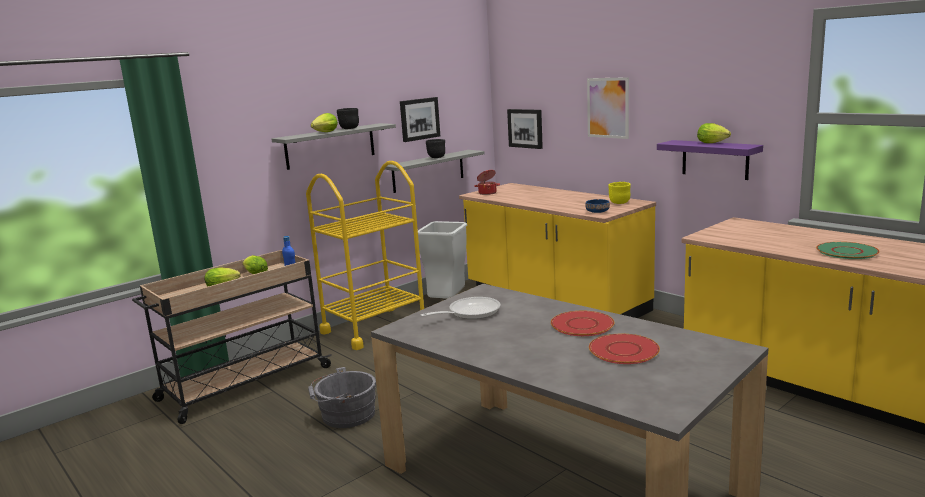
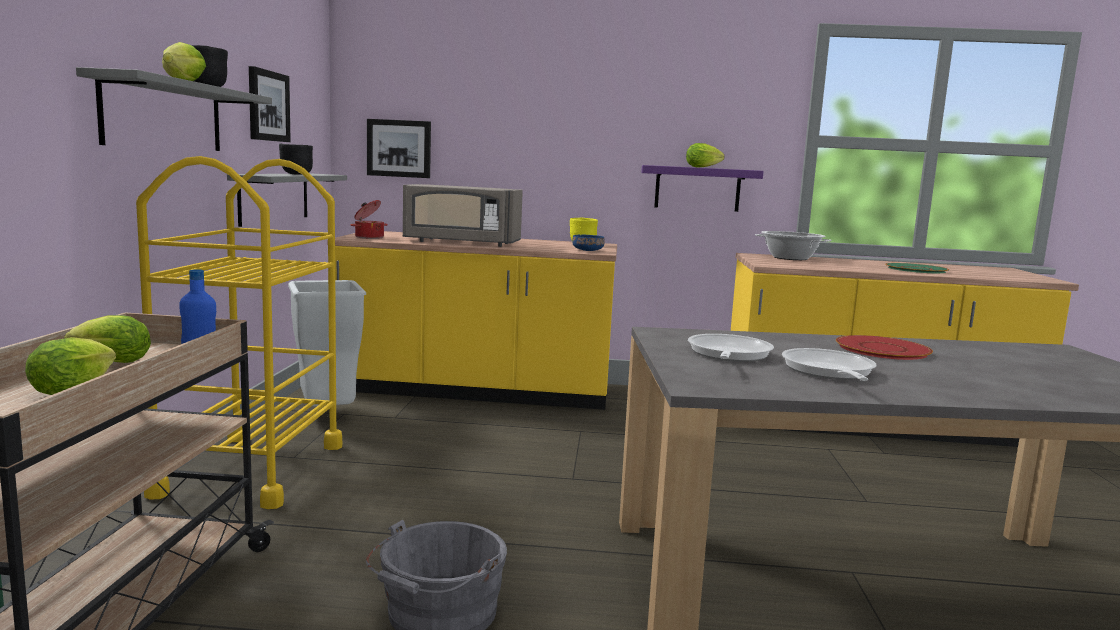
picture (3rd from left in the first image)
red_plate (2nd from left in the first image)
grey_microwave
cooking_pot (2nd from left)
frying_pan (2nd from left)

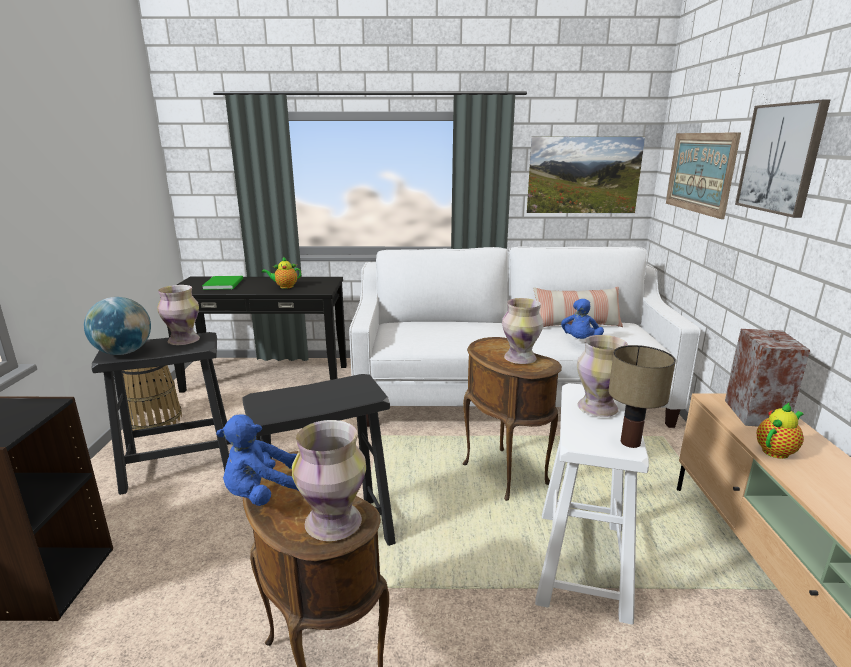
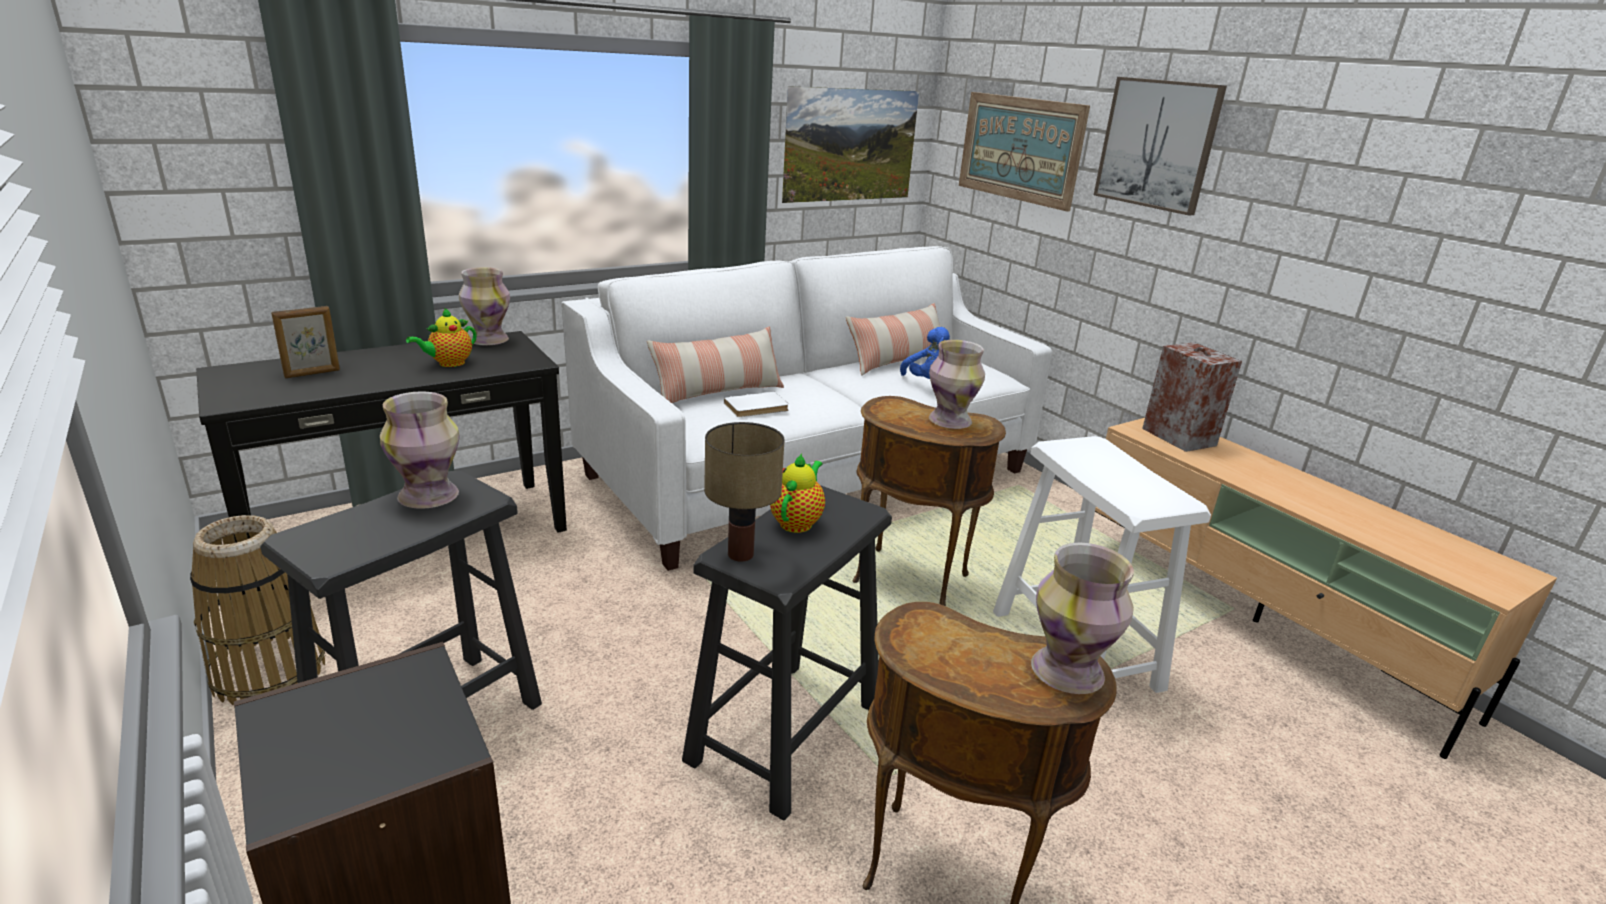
picture_frame
globe
vase (2nd from left)
table_lamp
teapot (2nd from left)
blue_plush_toy (1st from left in the first image)
pillow (1st from left)
white_book

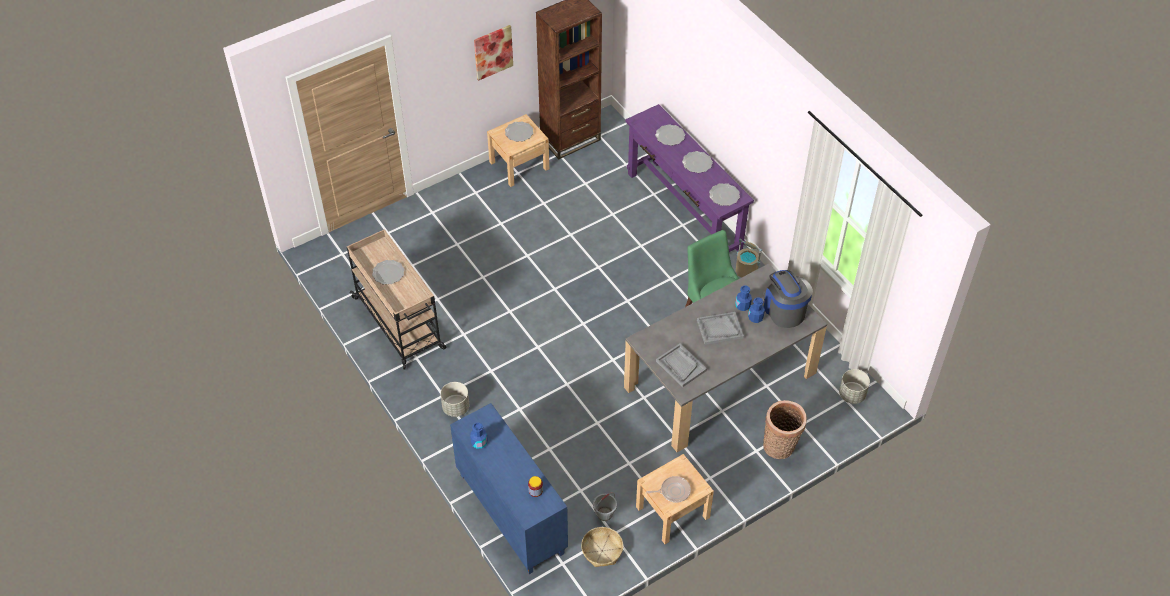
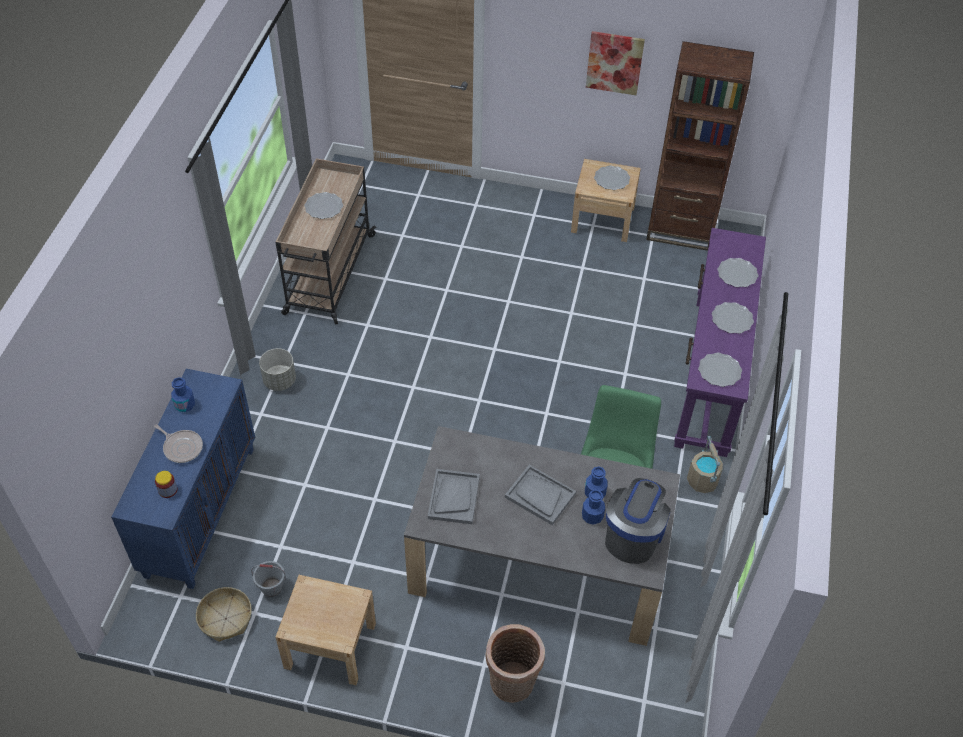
grey_planter (2nd from left in the first image)
frying_pan

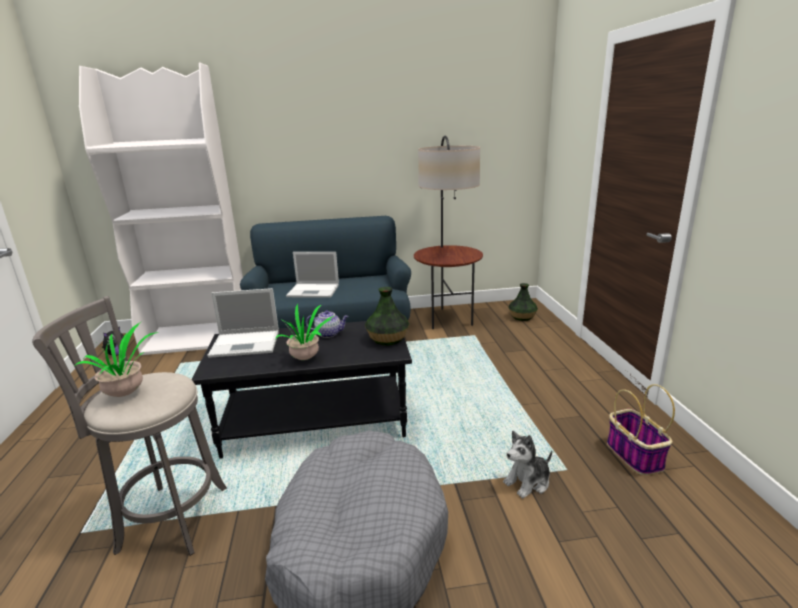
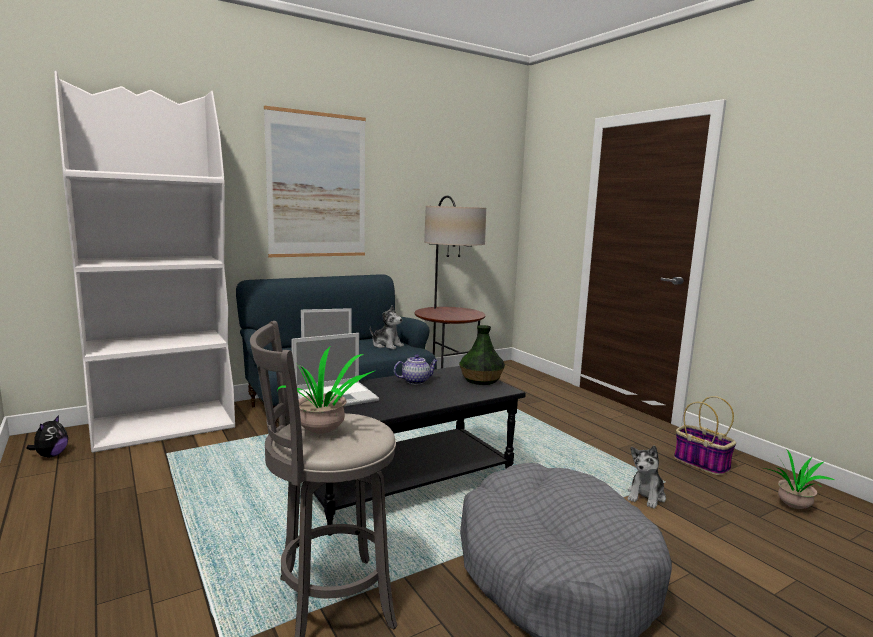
vase (2nd from left in the first image)
potted_plant (2nd from left)
picture
plush_toy (2nd from left)

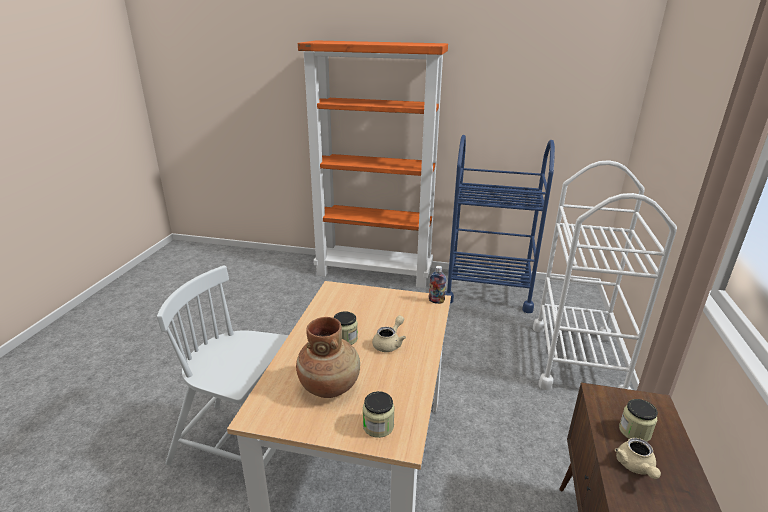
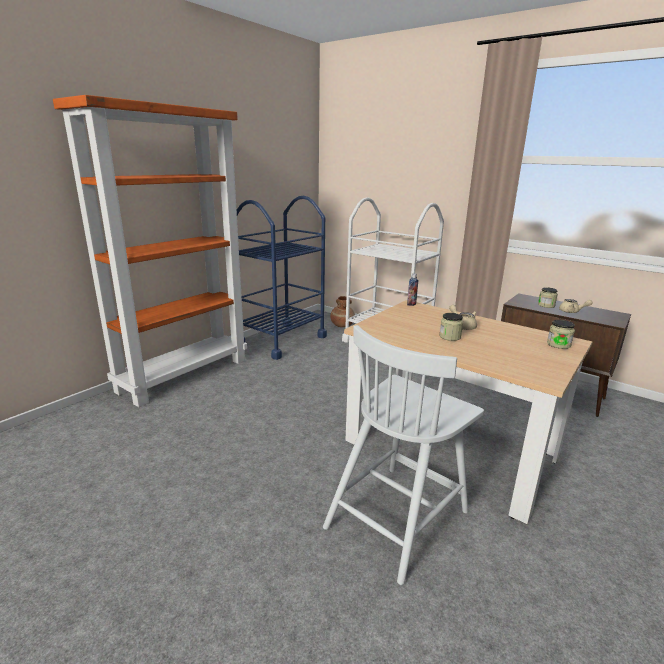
brown_vase

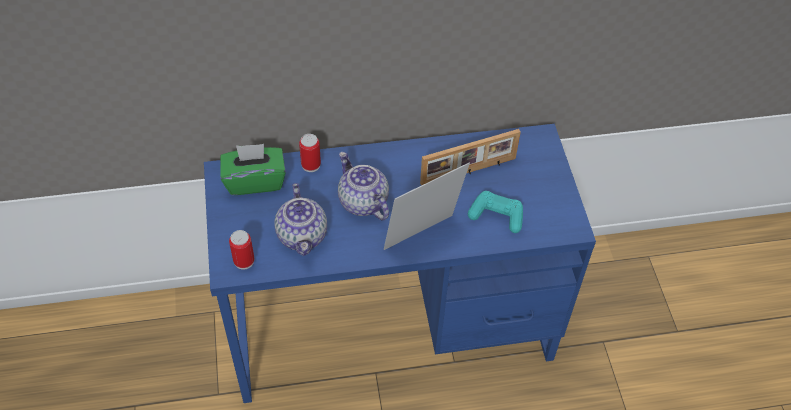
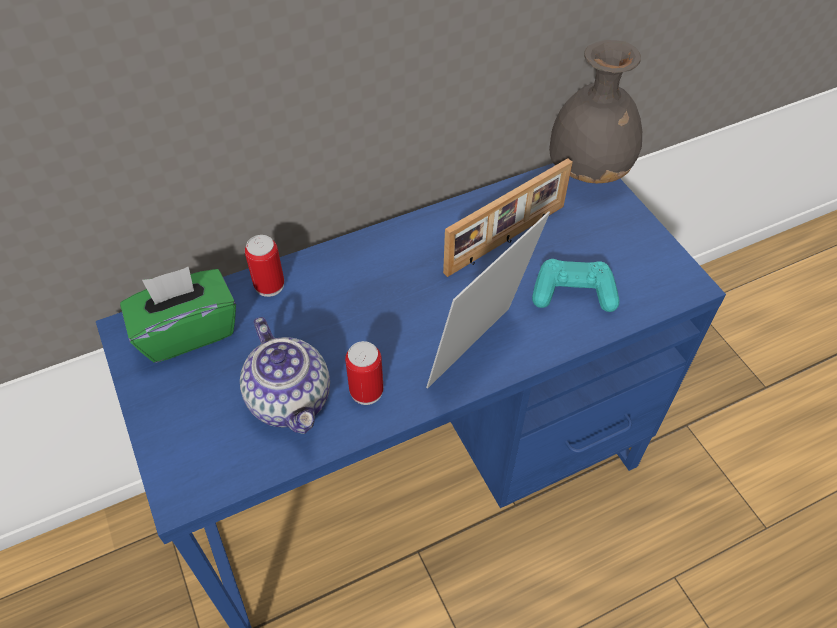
teapot (2nd from left in the first image)
can (2nd from left)
grey_vase

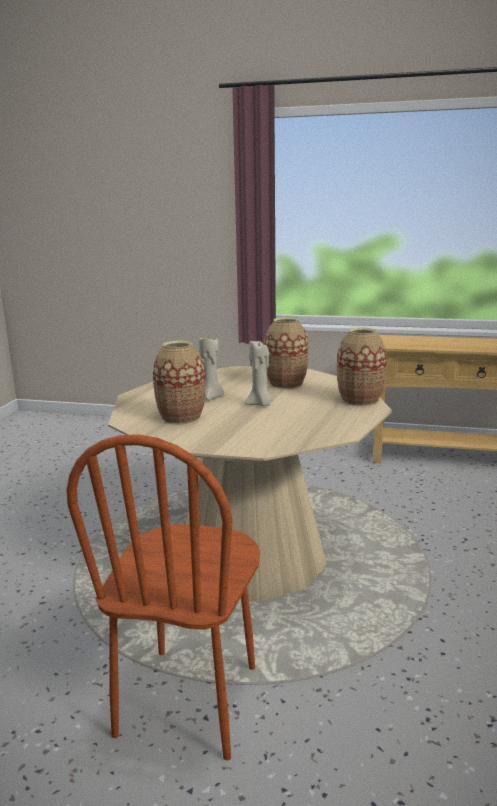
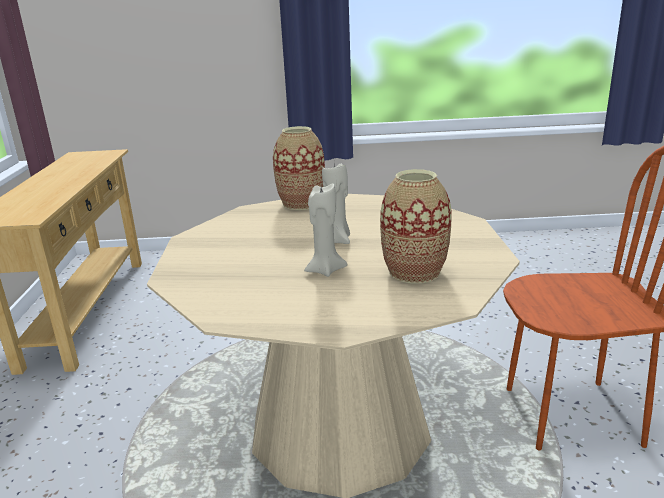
vase (2nd from left in the first image)

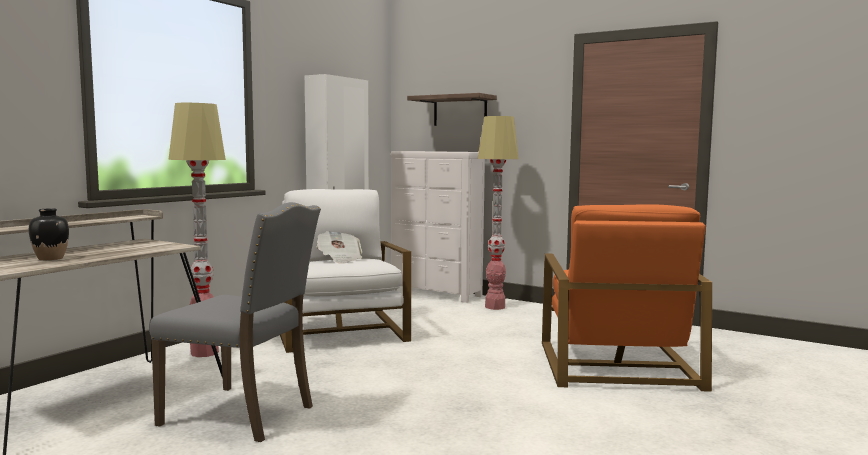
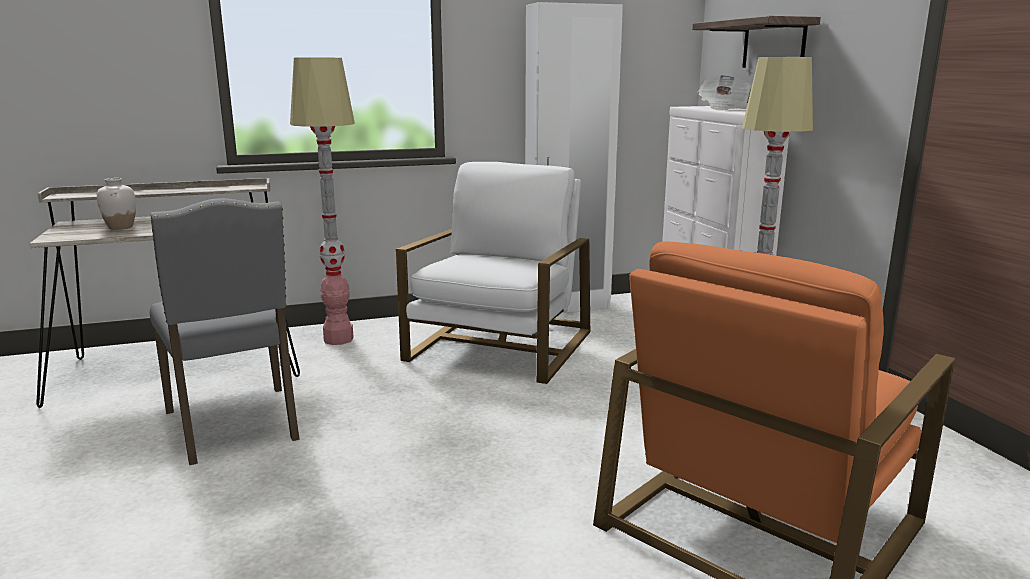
white_vase
newspaper

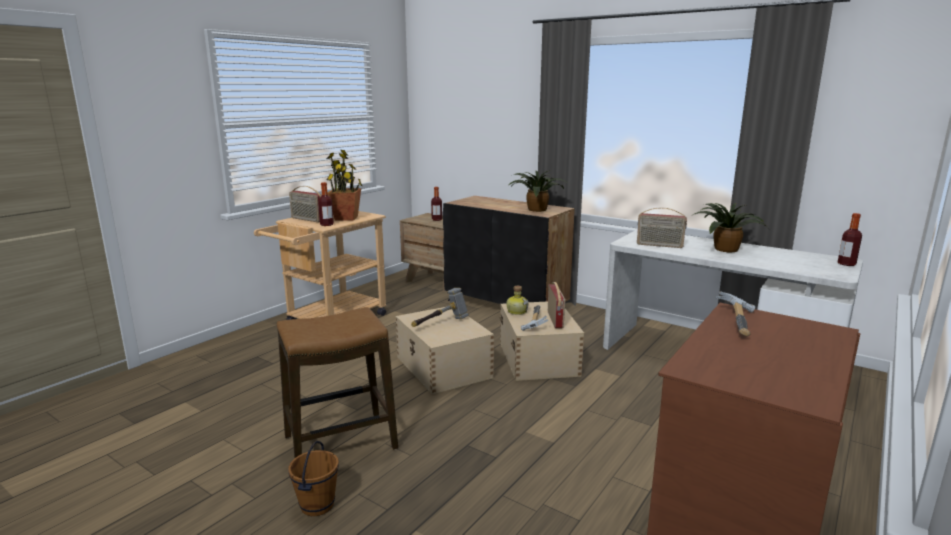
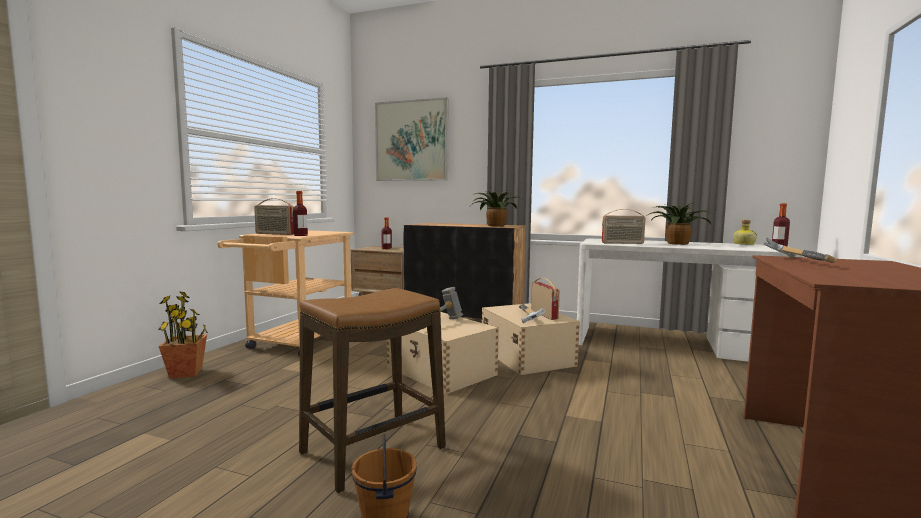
potted_plant (1st from left)
bottle (3rd from left)
picture

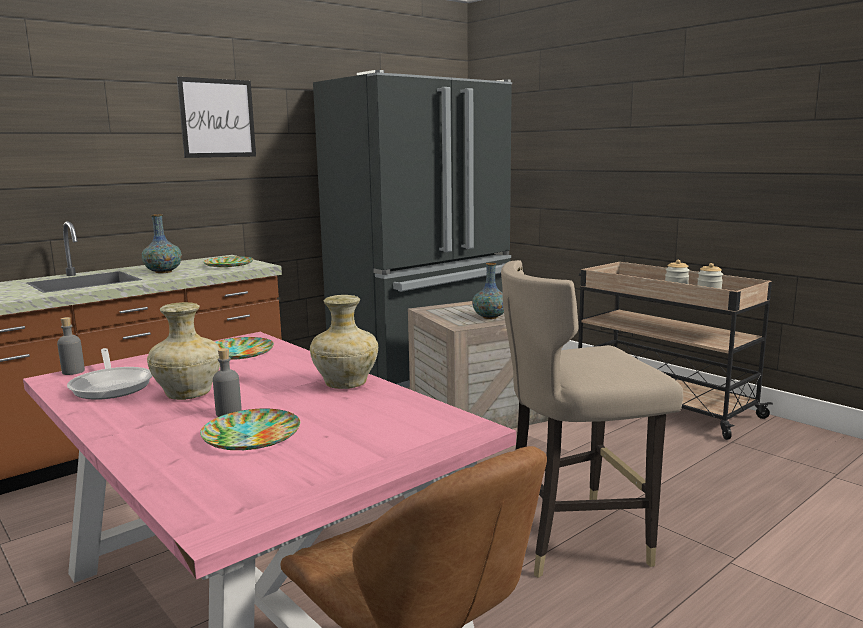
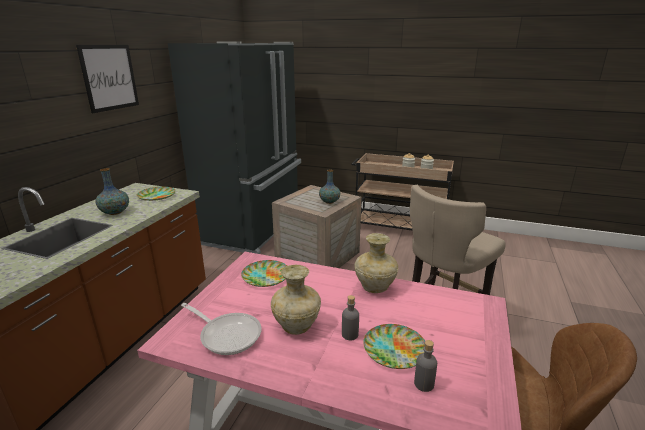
grey_bottle (2nd from left)

